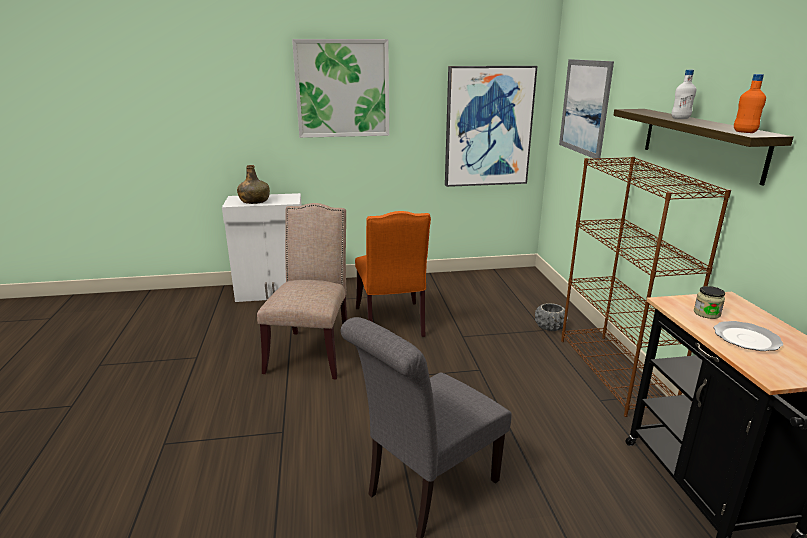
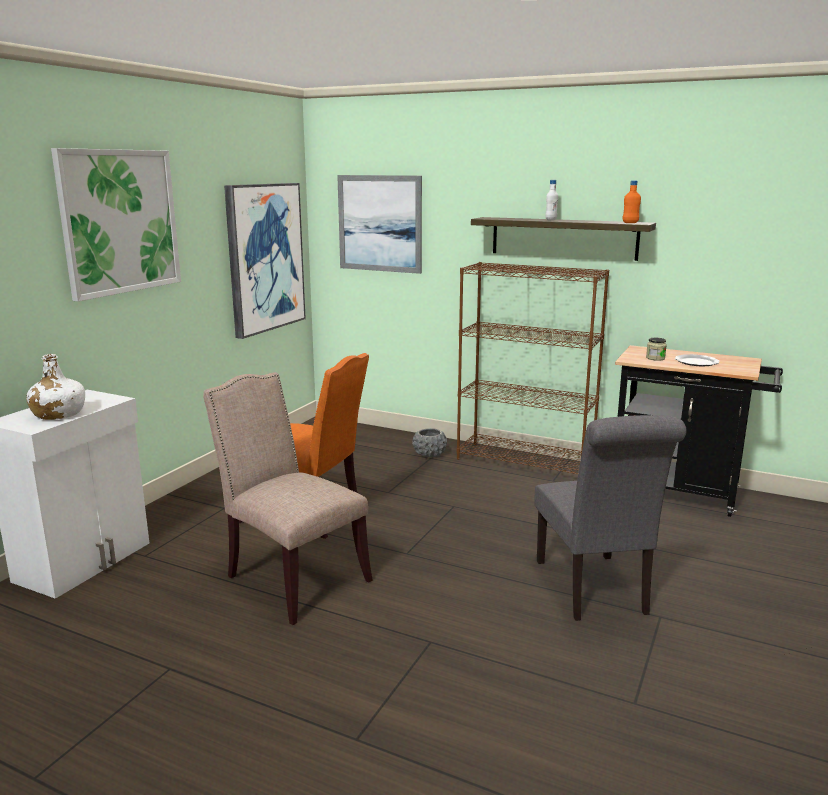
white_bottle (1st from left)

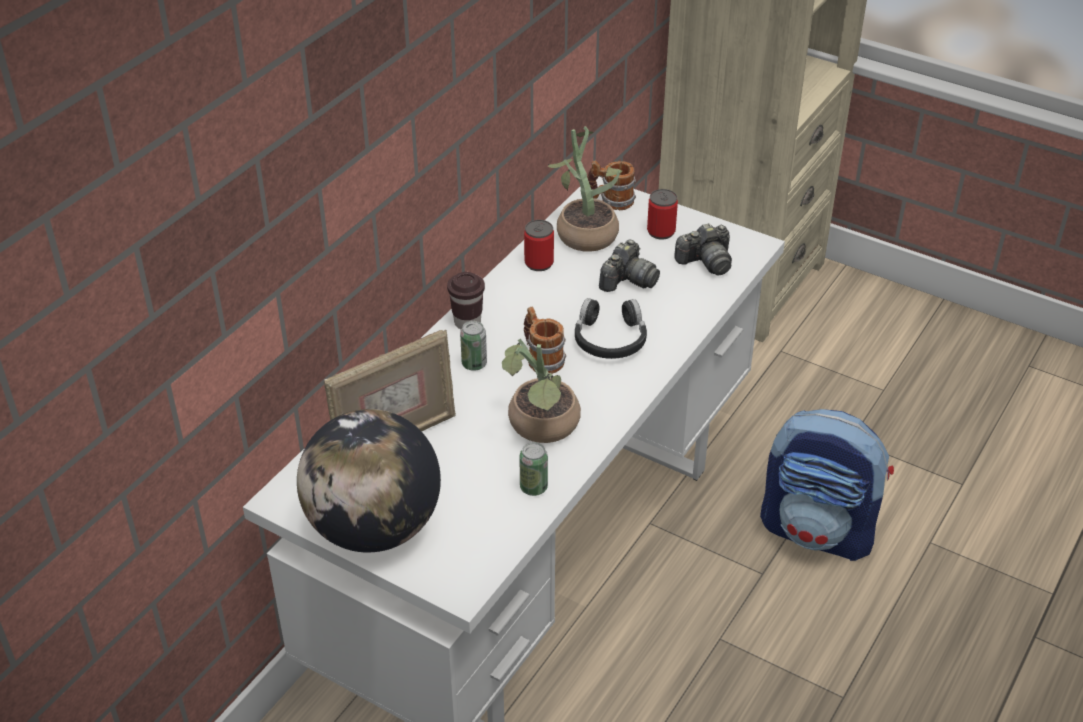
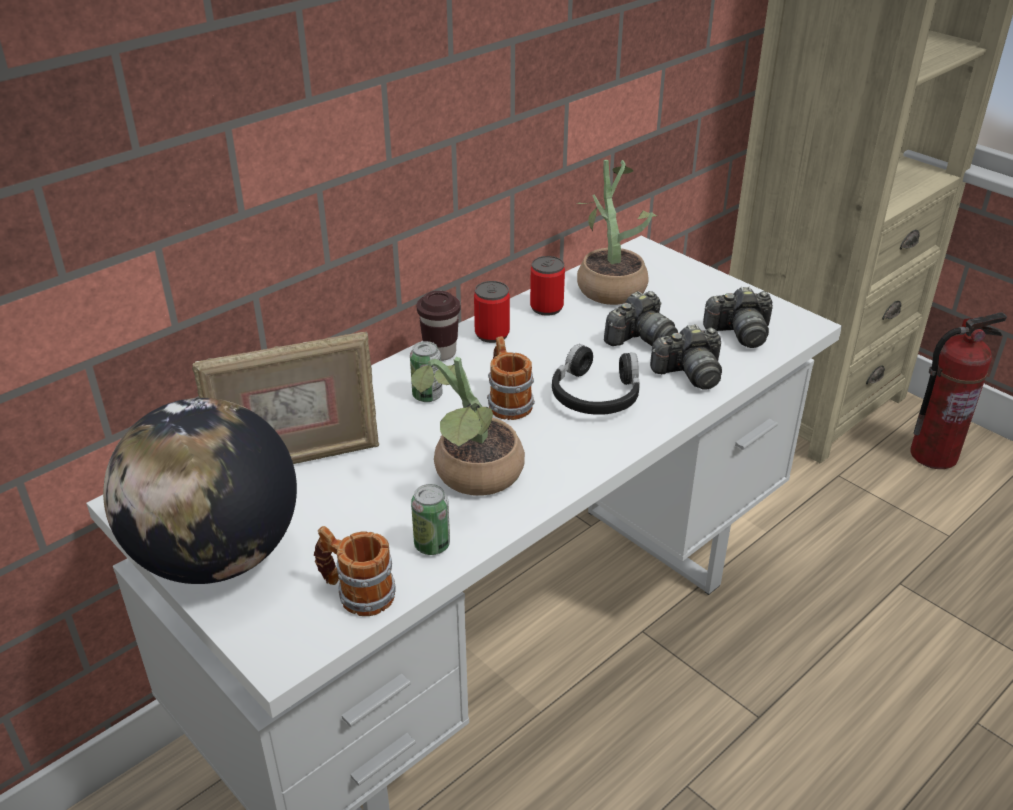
mug (1st from left)
can (3rd from left)
backpack
fire_extinguisher
photo_camera (2nd from left)

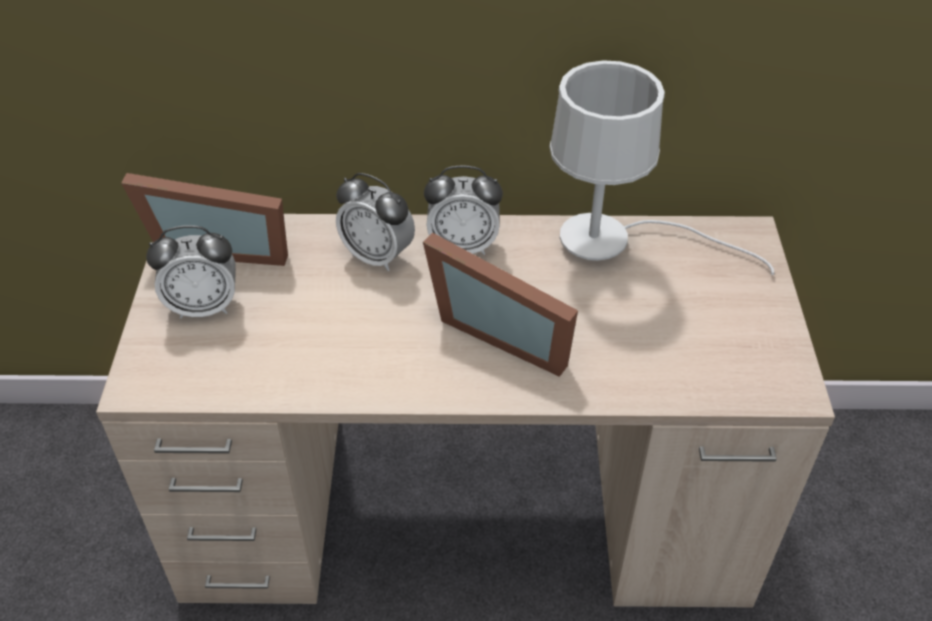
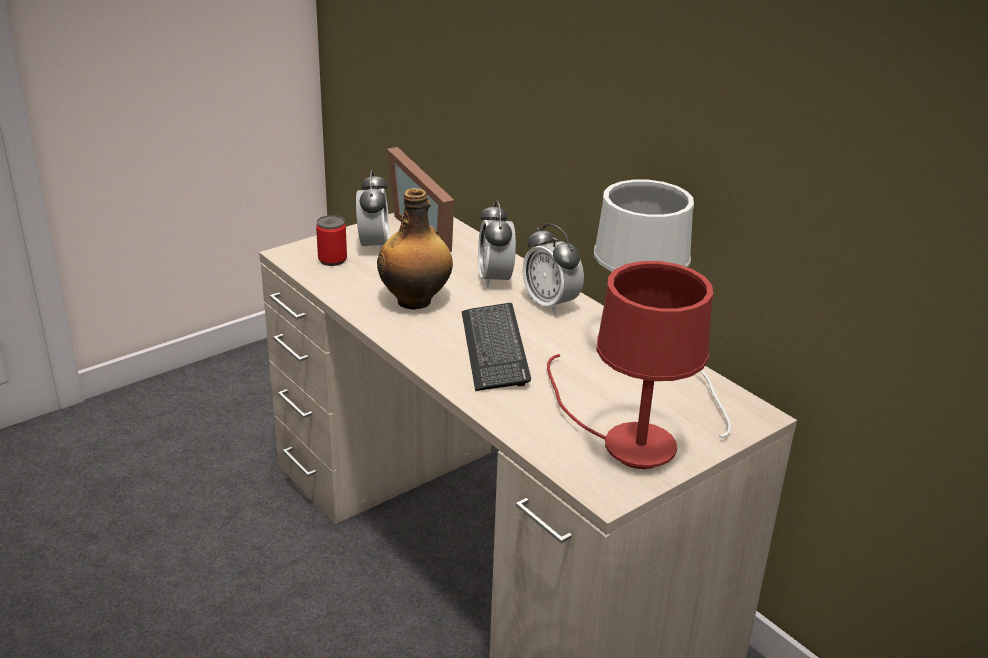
alarm_clock (1st from left)
keyboard
bottle
can
red_table_lamp

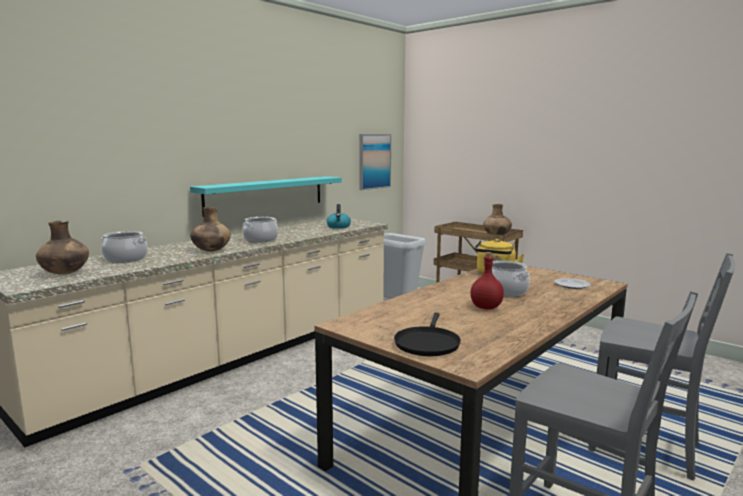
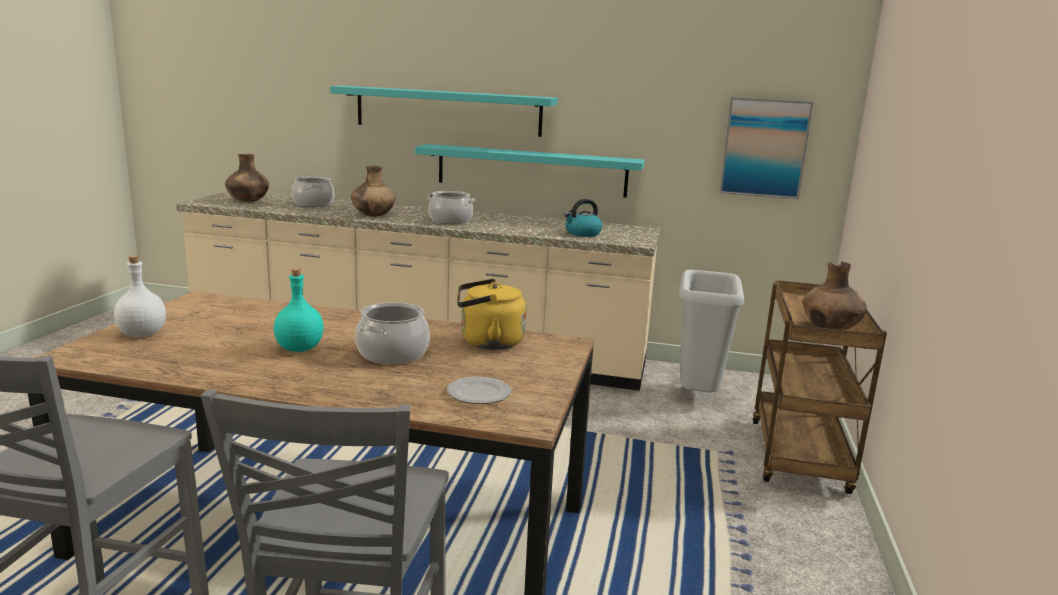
turquoise_bottle
white_bottle
turquoise_shelf (1st from left)

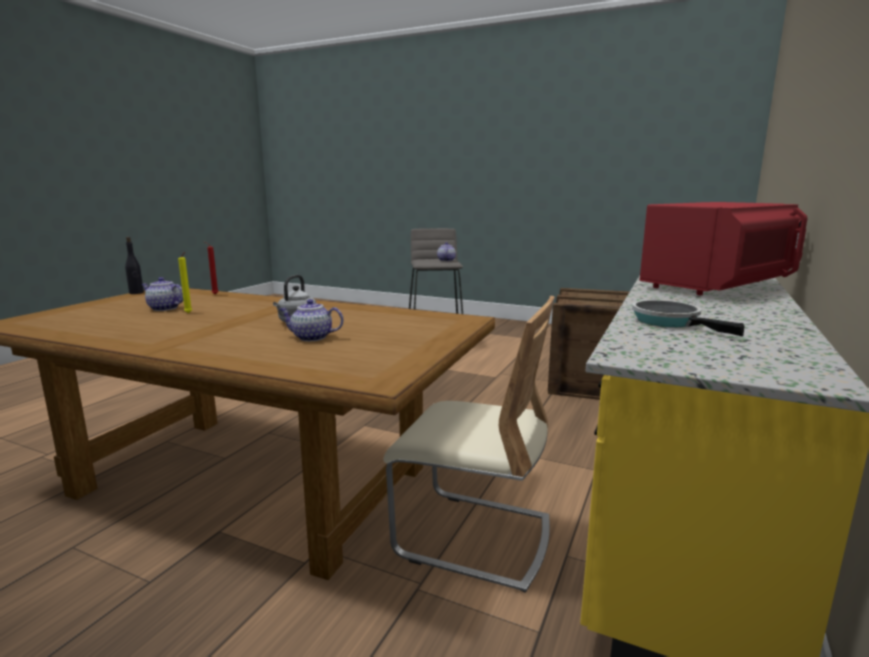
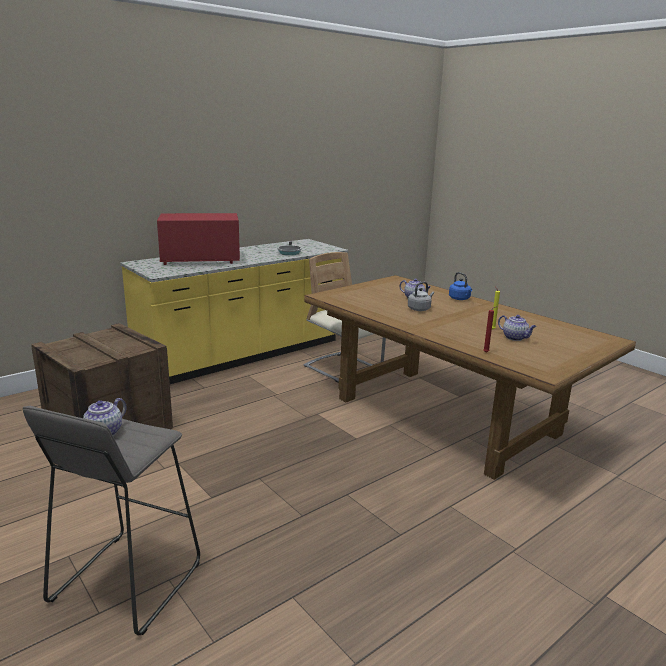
black_bottle
blue_kettle

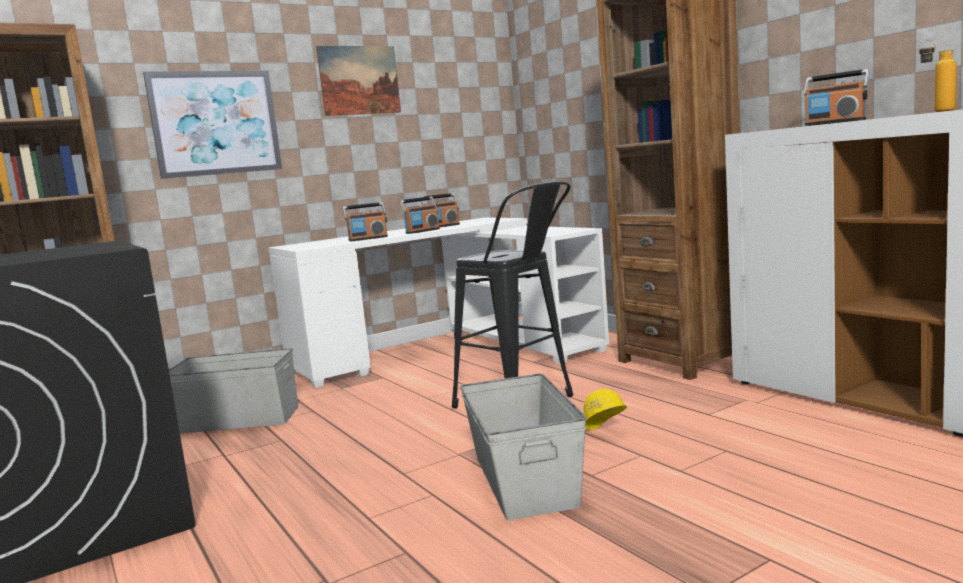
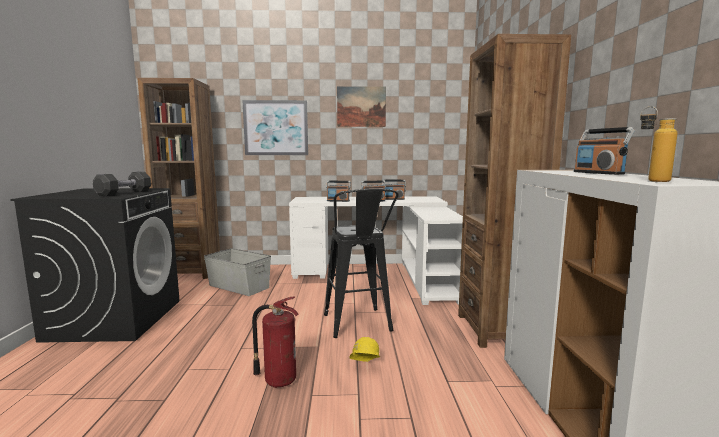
fire_extinguisher
black_dumbbell

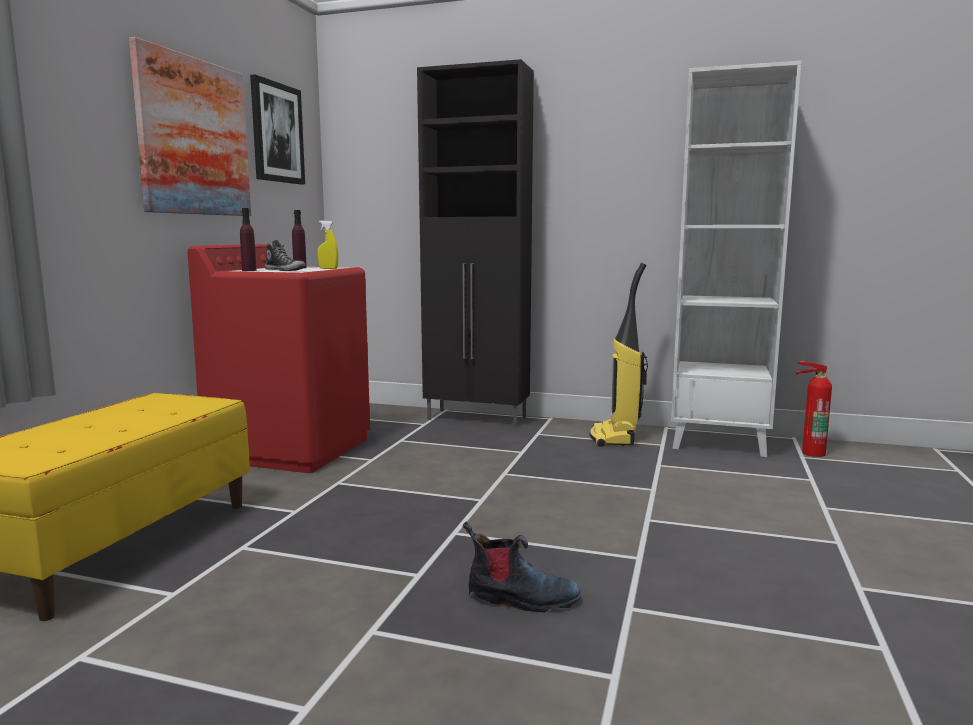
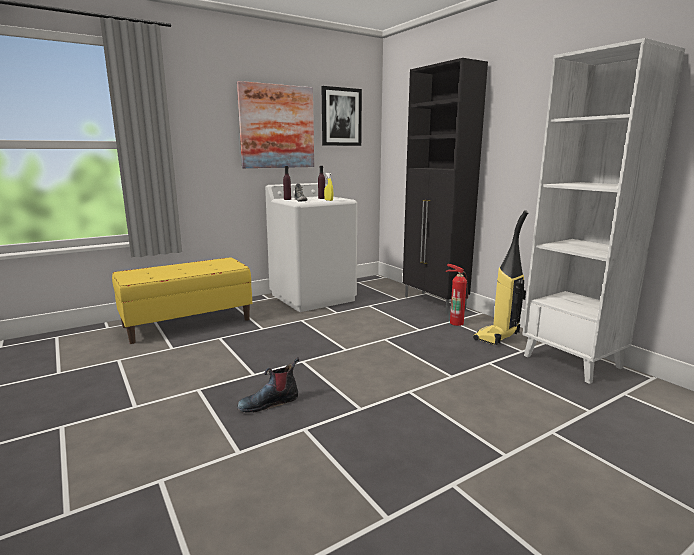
white_washing_machine
fire_extinguisher
boot

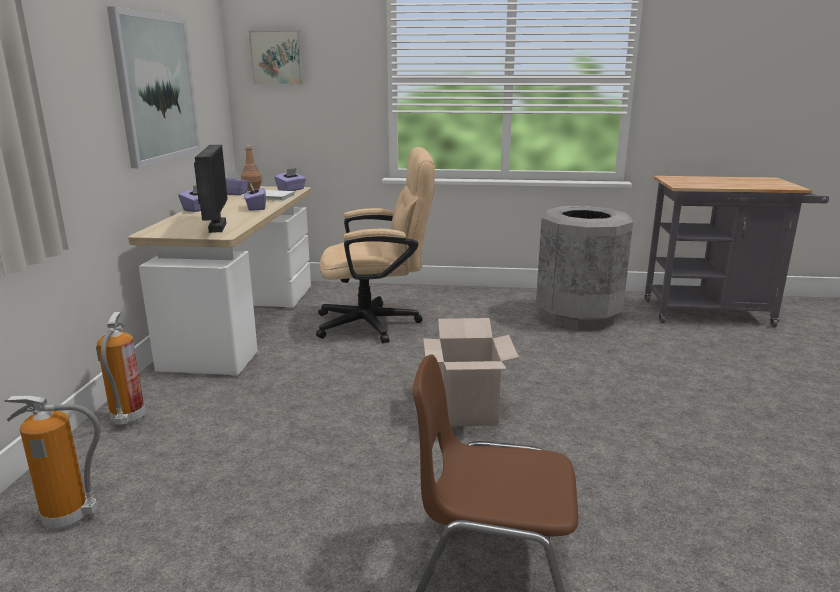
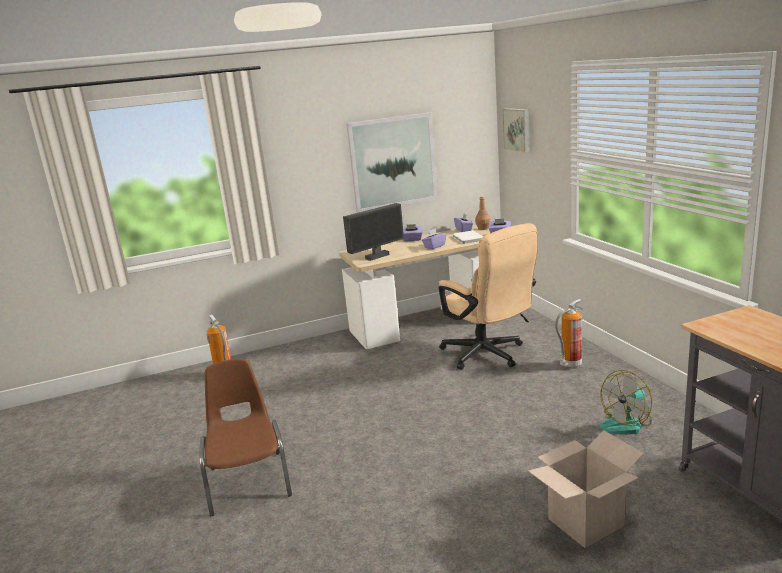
fan
fire_extinguisher (2nd from left)
cardboard_box

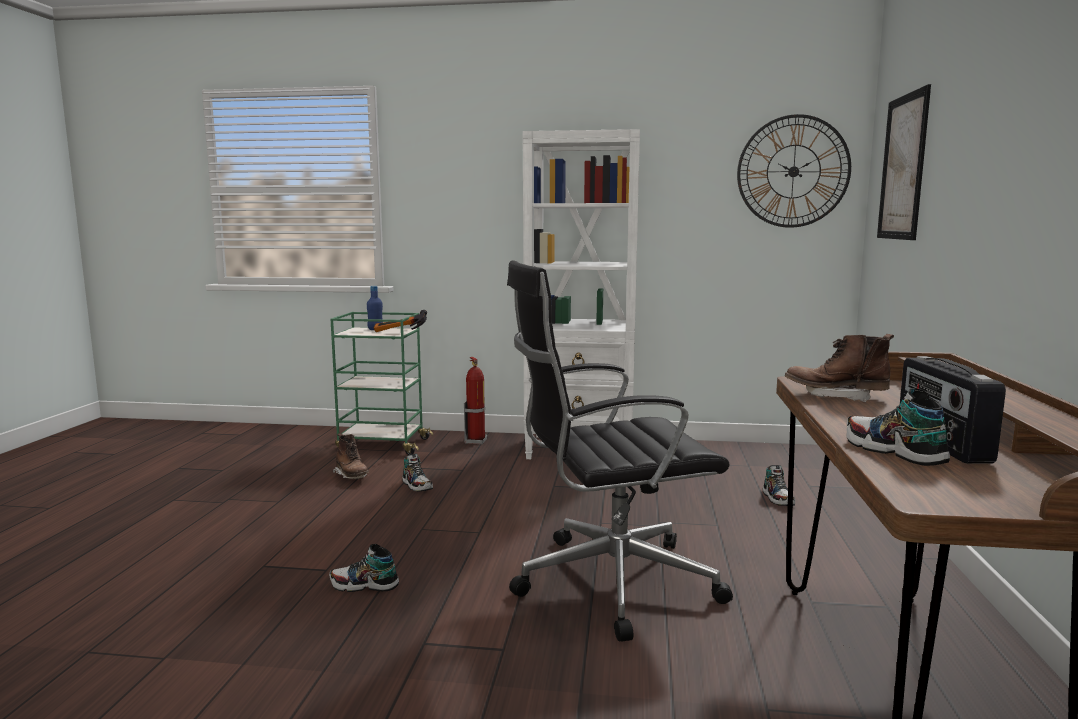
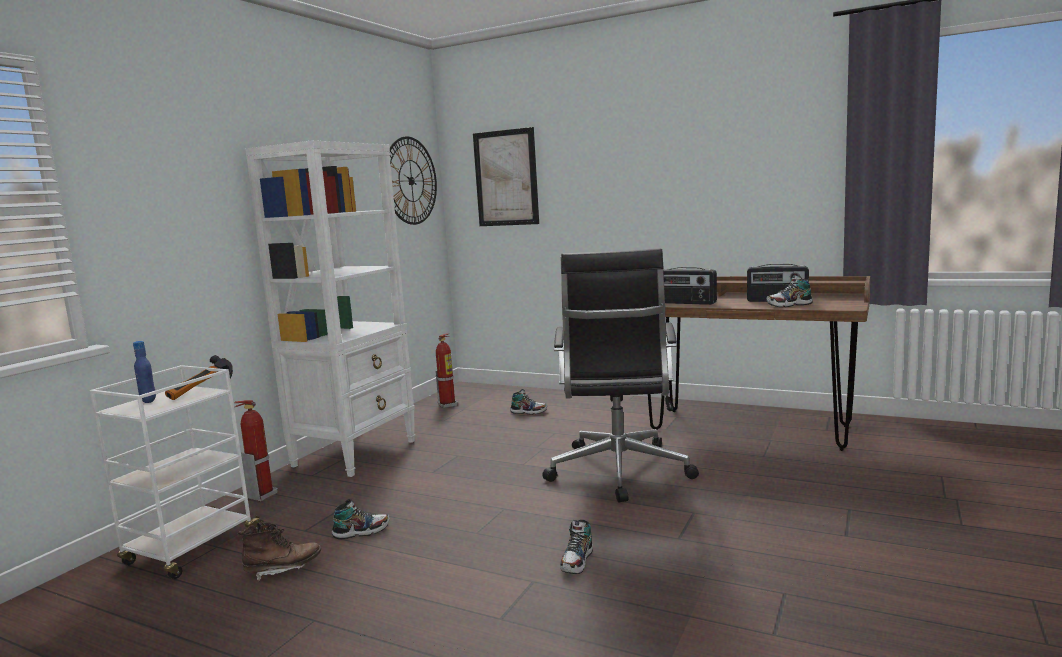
white_cart
radio (1st from left)
fire_extinguisher (2nd from left)

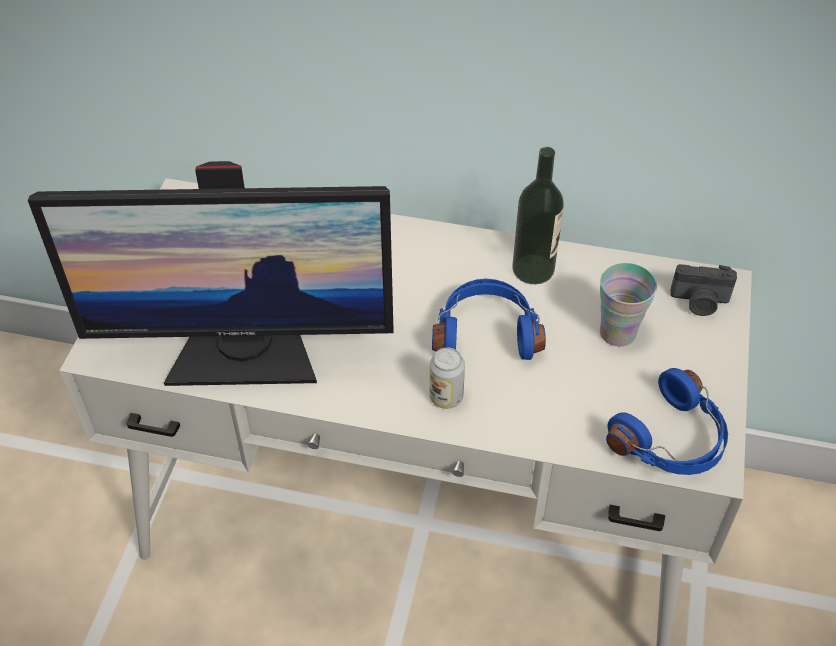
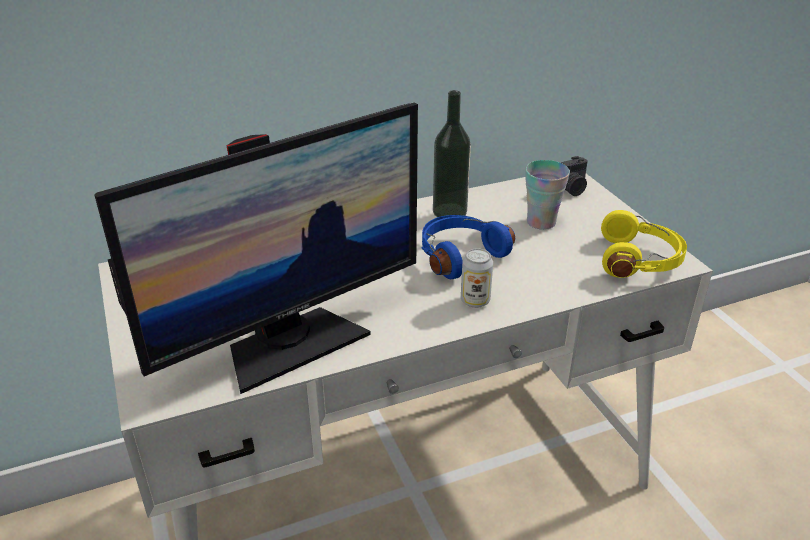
yellow_headphones

